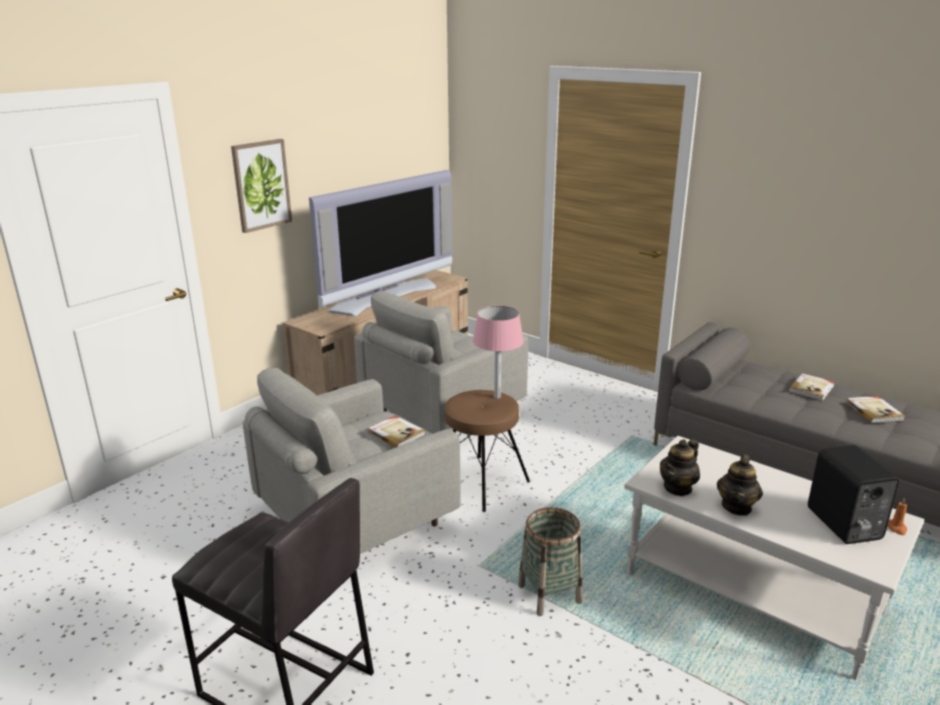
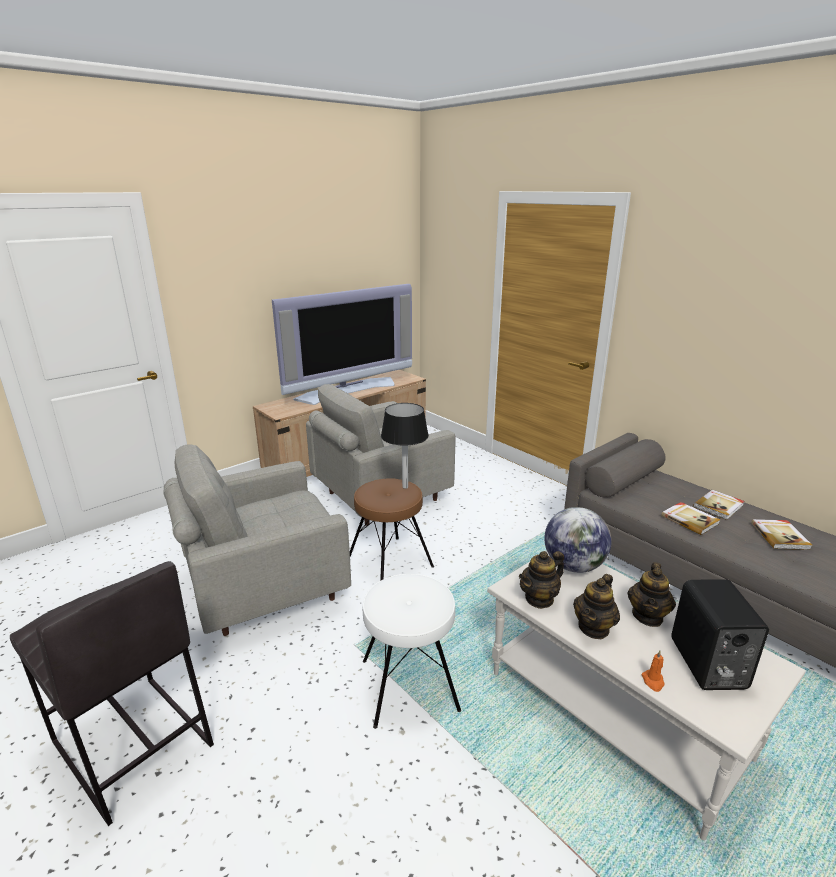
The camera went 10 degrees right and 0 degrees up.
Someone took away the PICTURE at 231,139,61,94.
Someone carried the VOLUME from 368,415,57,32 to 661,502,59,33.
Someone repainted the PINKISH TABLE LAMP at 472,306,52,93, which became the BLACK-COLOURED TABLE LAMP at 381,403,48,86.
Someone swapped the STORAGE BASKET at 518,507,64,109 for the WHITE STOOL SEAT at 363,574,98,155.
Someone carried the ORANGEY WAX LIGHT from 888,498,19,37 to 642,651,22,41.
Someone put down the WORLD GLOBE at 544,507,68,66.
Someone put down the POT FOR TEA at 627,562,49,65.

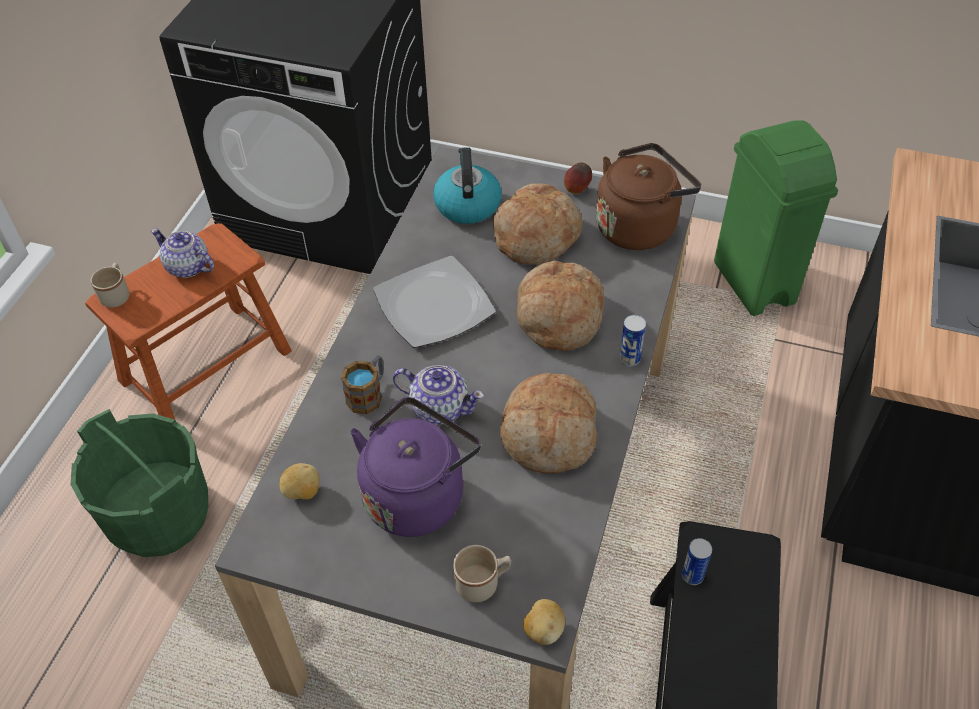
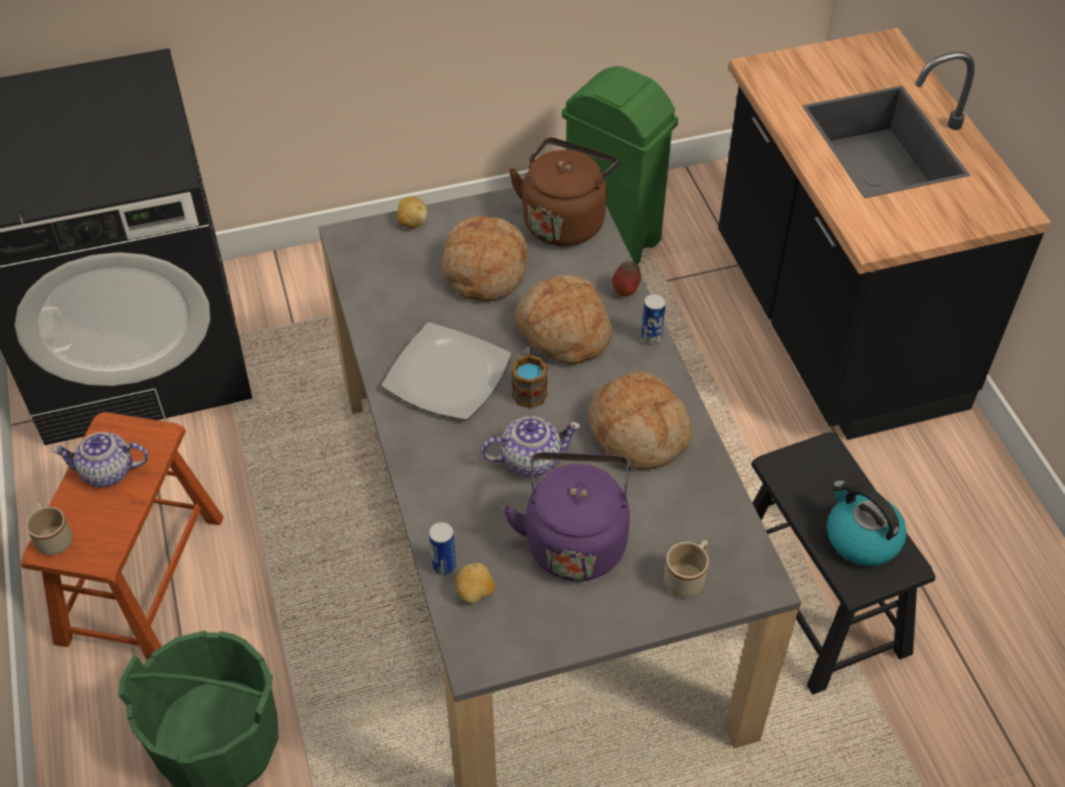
The camera went 35 degrees left and 0 degrees up.
Someone carried the TEA MUG from 341,355,43,59 to 511,347,37,62.
Someone carried the TEA KETTLE from 433,147,69,77 to 827,480,80,86.
Someone carried the WHOLE POTATO from 523,599,42,46 to 397,197,30,31.
Someone carried the APPLE from 564,162,28,32 to 612,262,29,35.
Someone carried the CAN from 682,538,30,47 to 429,522,27,54.

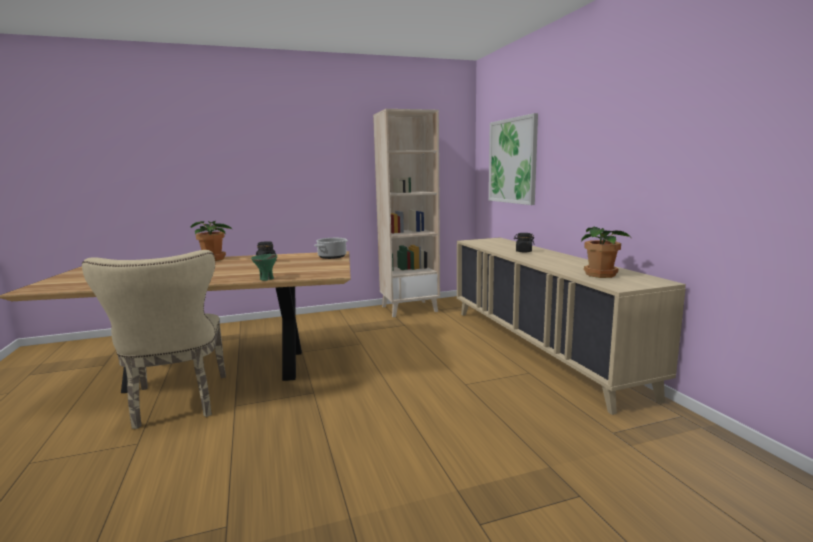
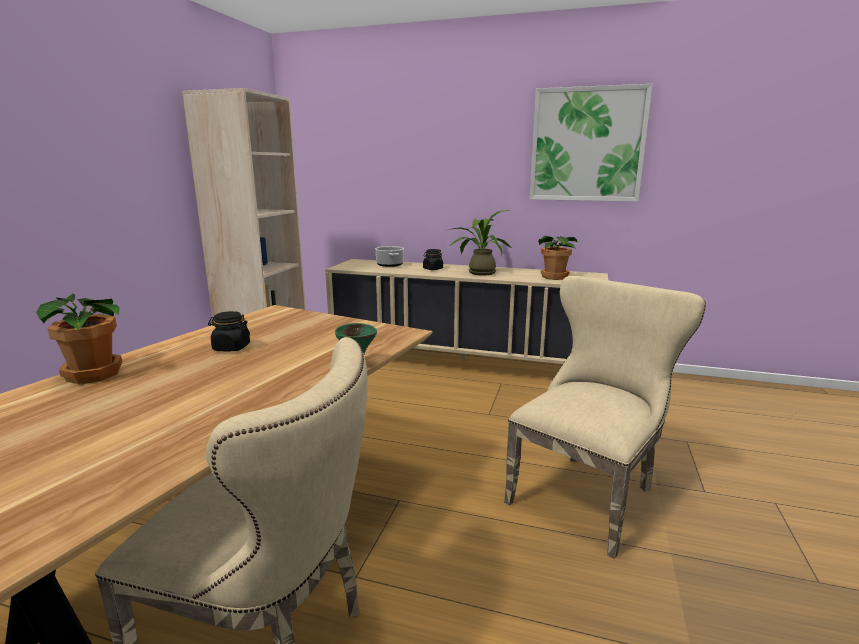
The camera went 55 degrees left and 5 degrees up.
Someone carried the COOKING POT from 314,238,34,21 to 375,246,29,21.
Someone carried the PICTURE from 489,113,49,92 to 530,84,123,118.
Someone put down the HOUSEPLANT at 448,210,63,66.
Someone put down the SAND-COLOURED PLAIN CHAIR at 504,276,202,283.

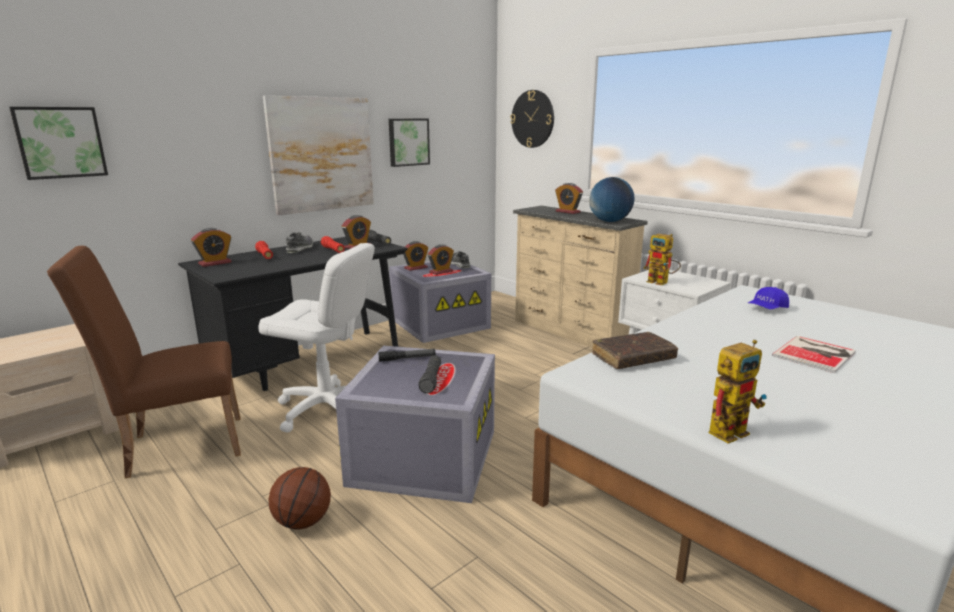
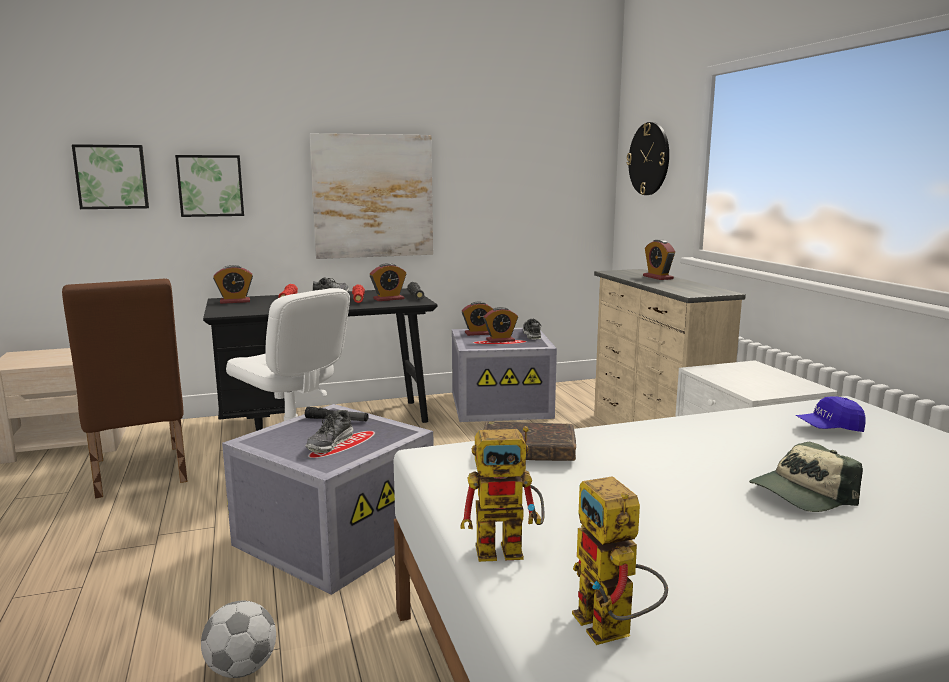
The camera went 25 degrees right and 5 degrees down.
Someone rotated the BROWN PLAIN CHAIR at 47,246,194,232 by 120 degrees counterclockwise.
Someone took away the BALL FOR BASKETBALL at 269,467,62,62.
Someone carried the PICTURE from 389,119,41,48 to 175,155,69,62.
Someone swapped the BLACK-COLOURED FLASHLIGHT at 418,355,23,38 for the SHOE at 305,410,48,43.
Someone took away the WORLD GLOBE at 589,177,45,45.
Someone carried the ROBOT FIGURE from 643,234,38,51 to 572,476,96,169.
Someone swapped the VOLUME at 772,336,84,37 for the CAP at 749,442,114,70.
Someone put down the FOOTBALL at 201,600,75,78.

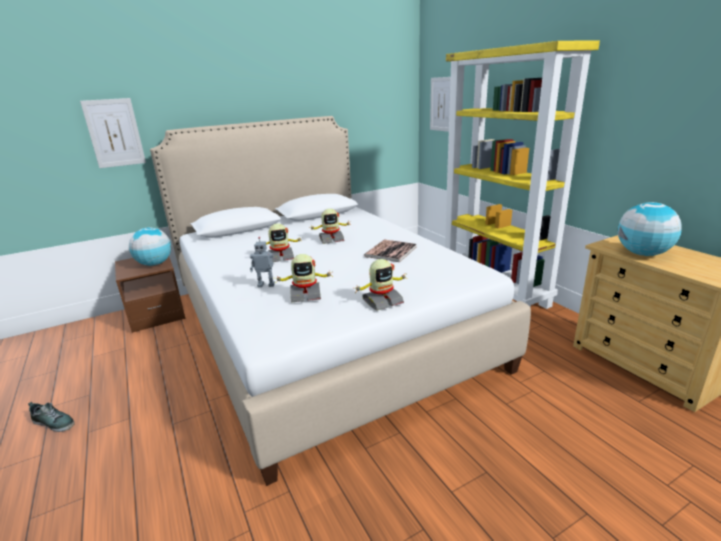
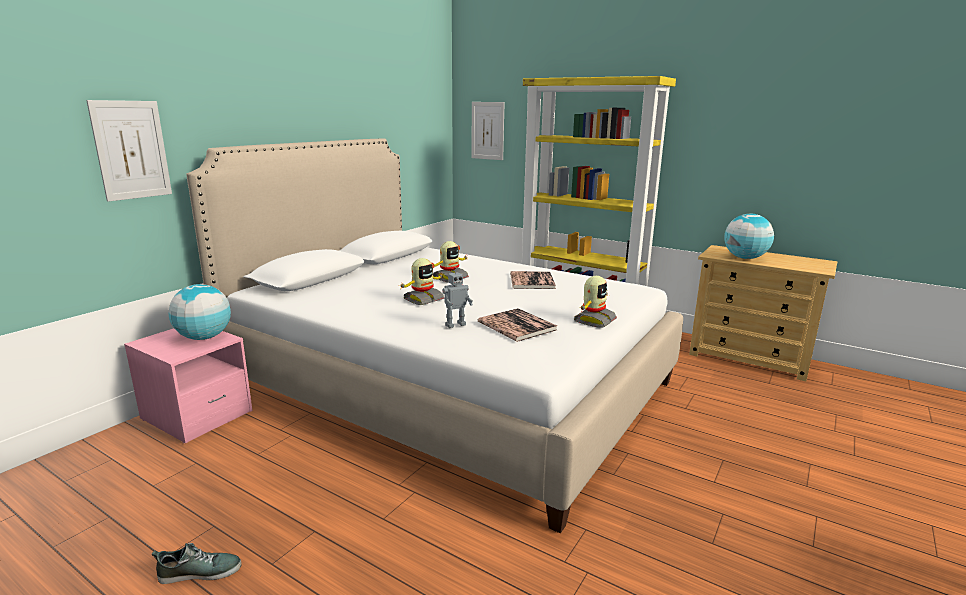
The camera went 30 degrees left and 5 degrees down.
Someone repainted the BROWN NIGHT TABLE at 115,257,71,76, which became the PINKISH NIGHT TABLE at 124,328,128,115.
Someone swapped the ROBOT FIGURE at 275,254,58,48 for the VOLUME at 478,308,79,34.

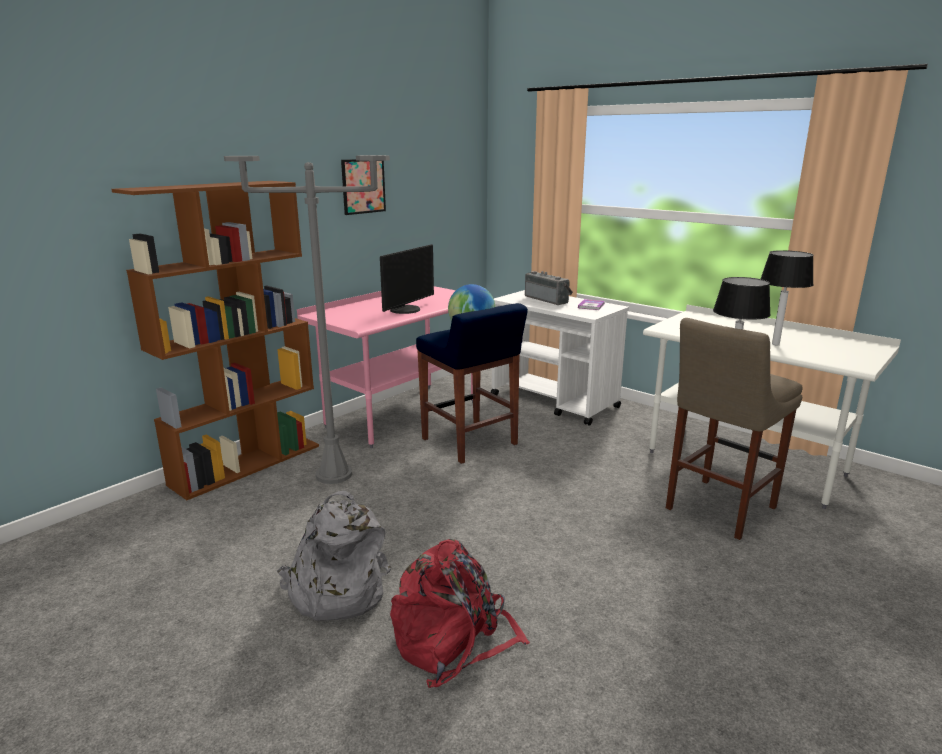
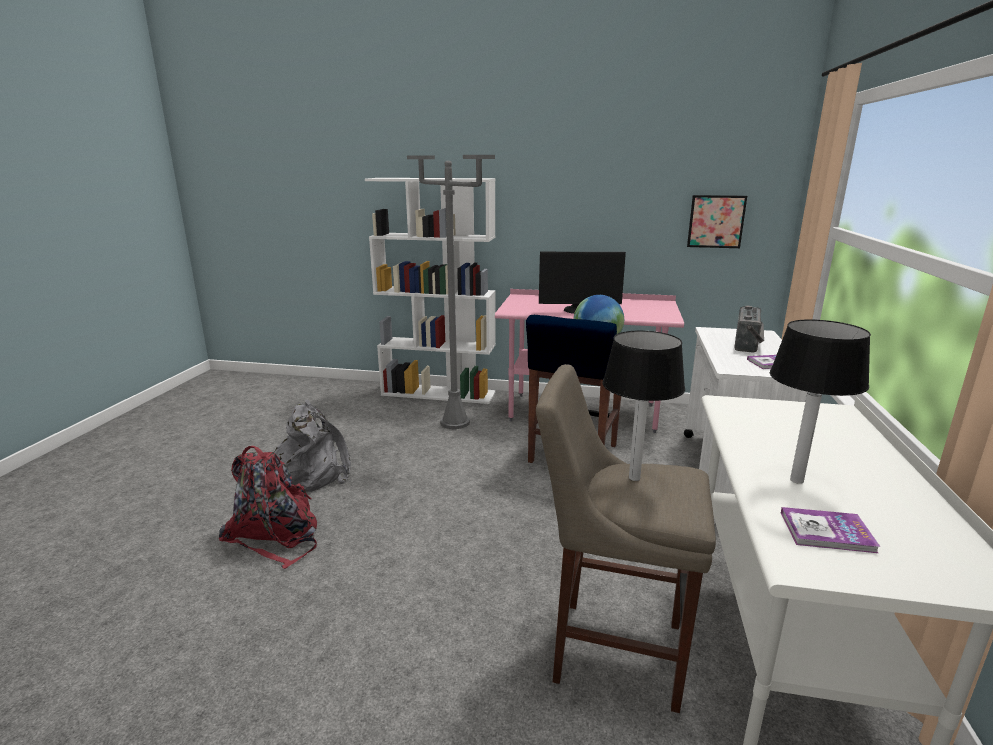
The camera went 60 degrees right and 0 degrees up.
Someone repainted the BROWN SHELVING UNIT at 112,181,207,319, which became the WHITE SHELVING UNIT at 365,178,131,226.
Someone carried the PICTURE from 341,159,45,56 to 687,195,60,53.
Someone put down the VOLUME at 781,507,99,46.

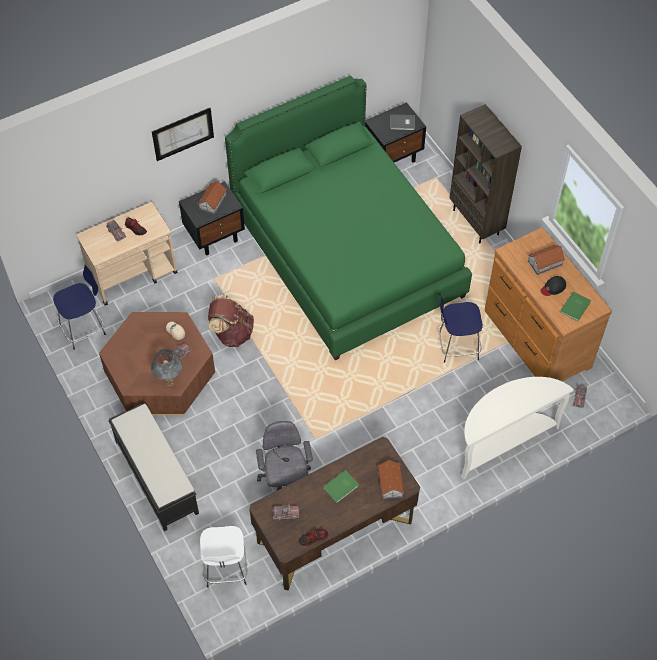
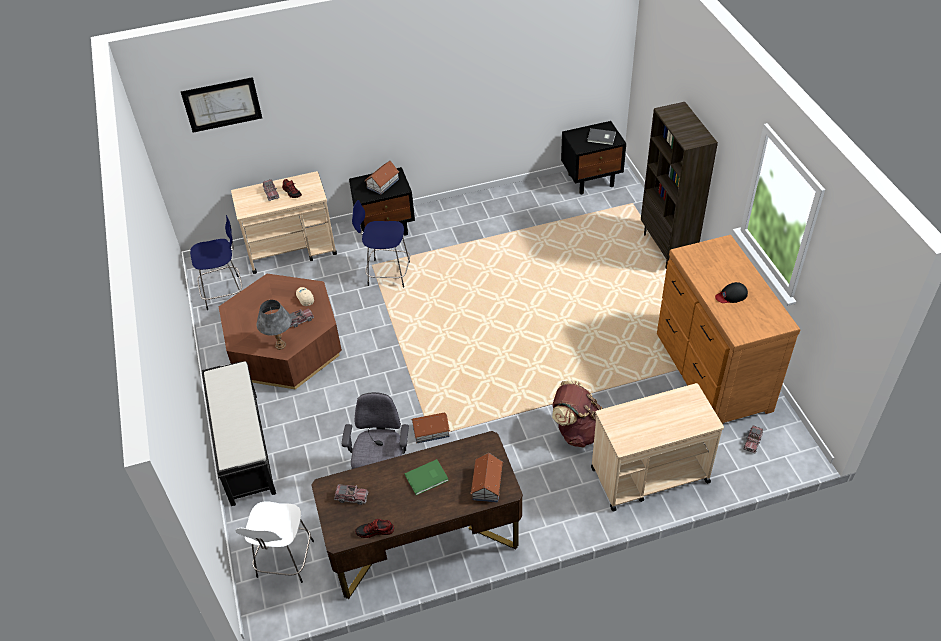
The camera went 15 degrees right and 10 degrees down.
Someone carried the PICTURE from 152,108,62,53 to 181,77,81,56.
Someone carried the BROWN BACKPACK from 208,295,46,52 to 552,380,51,67.
Someone took away the GREENISH BEDROOM BED at 225,76,247,284.
Someone carried the BLUE STOOL SEAT from 439,292,44,71 to 352,200,58,87.
Someone swapped the WHITE CONSOLE TABLE at 461,377,113,103 for the SAND-COLOURED WHEELED CART at 591,383,133,128.
Someone carried the MODEL HOUSE from 528,245,37,30 to 411,412,39,31.
Someone took away the GREENISH VOLUME at 560,292,31,29.

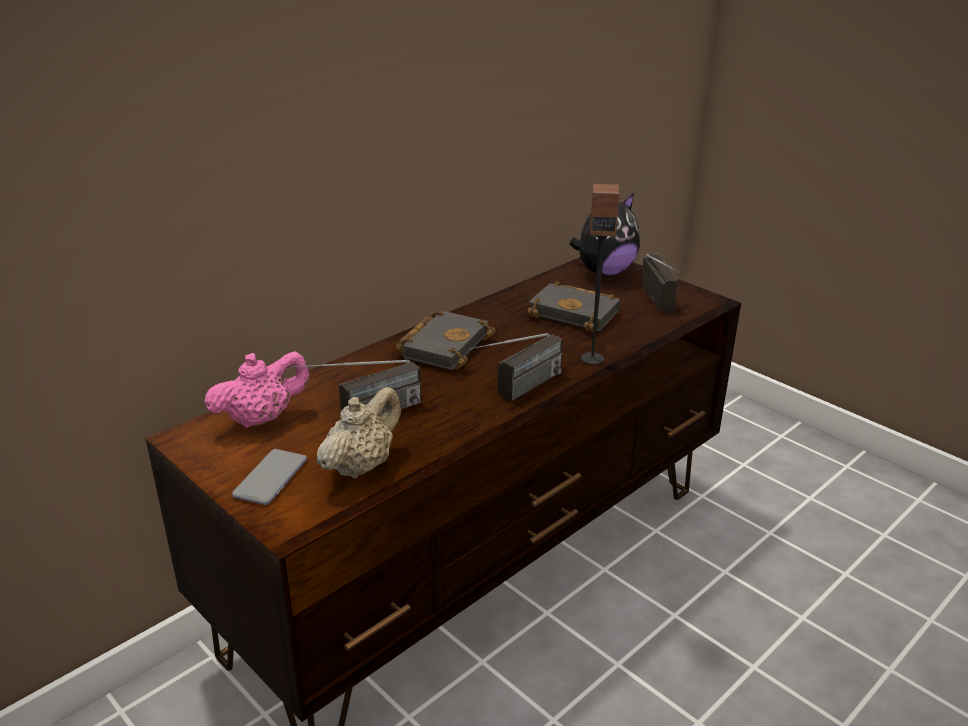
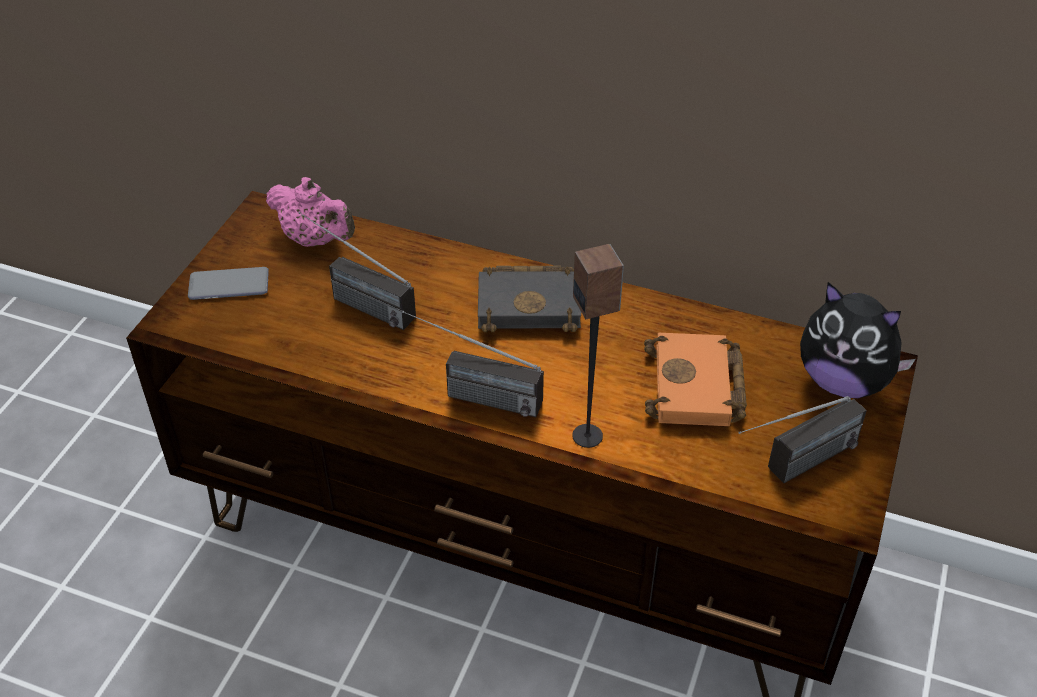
The camera went 65 degrees right and 15 degrees up.
Someone took away the SAND-COLOURED POT FOR TEA at 317,387,84,92.
Someone repainted the BLACK-COLOURED VOLUME at 528,281,92,51, which became the ORANGEY VOLUME at 644,333,103,93.

